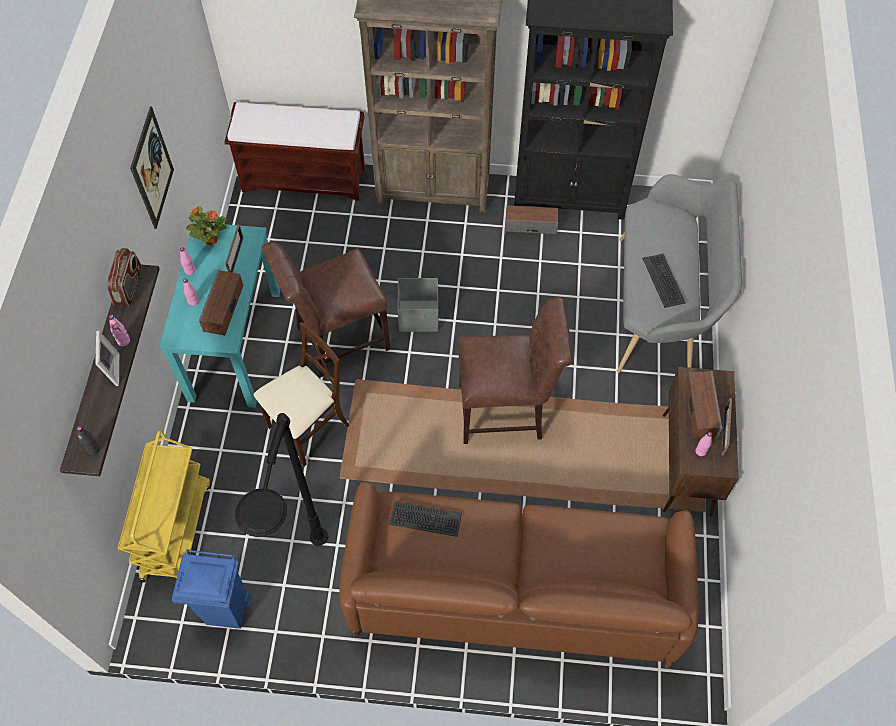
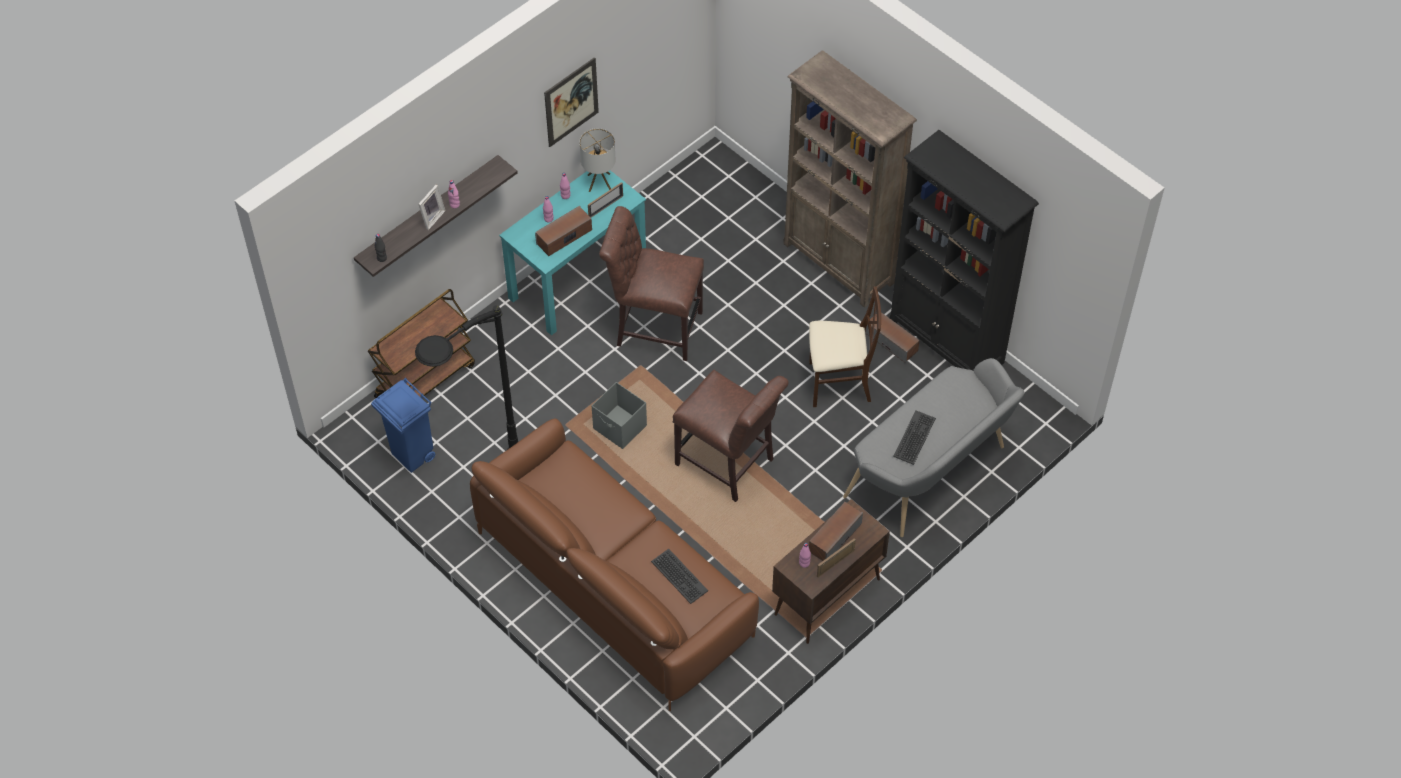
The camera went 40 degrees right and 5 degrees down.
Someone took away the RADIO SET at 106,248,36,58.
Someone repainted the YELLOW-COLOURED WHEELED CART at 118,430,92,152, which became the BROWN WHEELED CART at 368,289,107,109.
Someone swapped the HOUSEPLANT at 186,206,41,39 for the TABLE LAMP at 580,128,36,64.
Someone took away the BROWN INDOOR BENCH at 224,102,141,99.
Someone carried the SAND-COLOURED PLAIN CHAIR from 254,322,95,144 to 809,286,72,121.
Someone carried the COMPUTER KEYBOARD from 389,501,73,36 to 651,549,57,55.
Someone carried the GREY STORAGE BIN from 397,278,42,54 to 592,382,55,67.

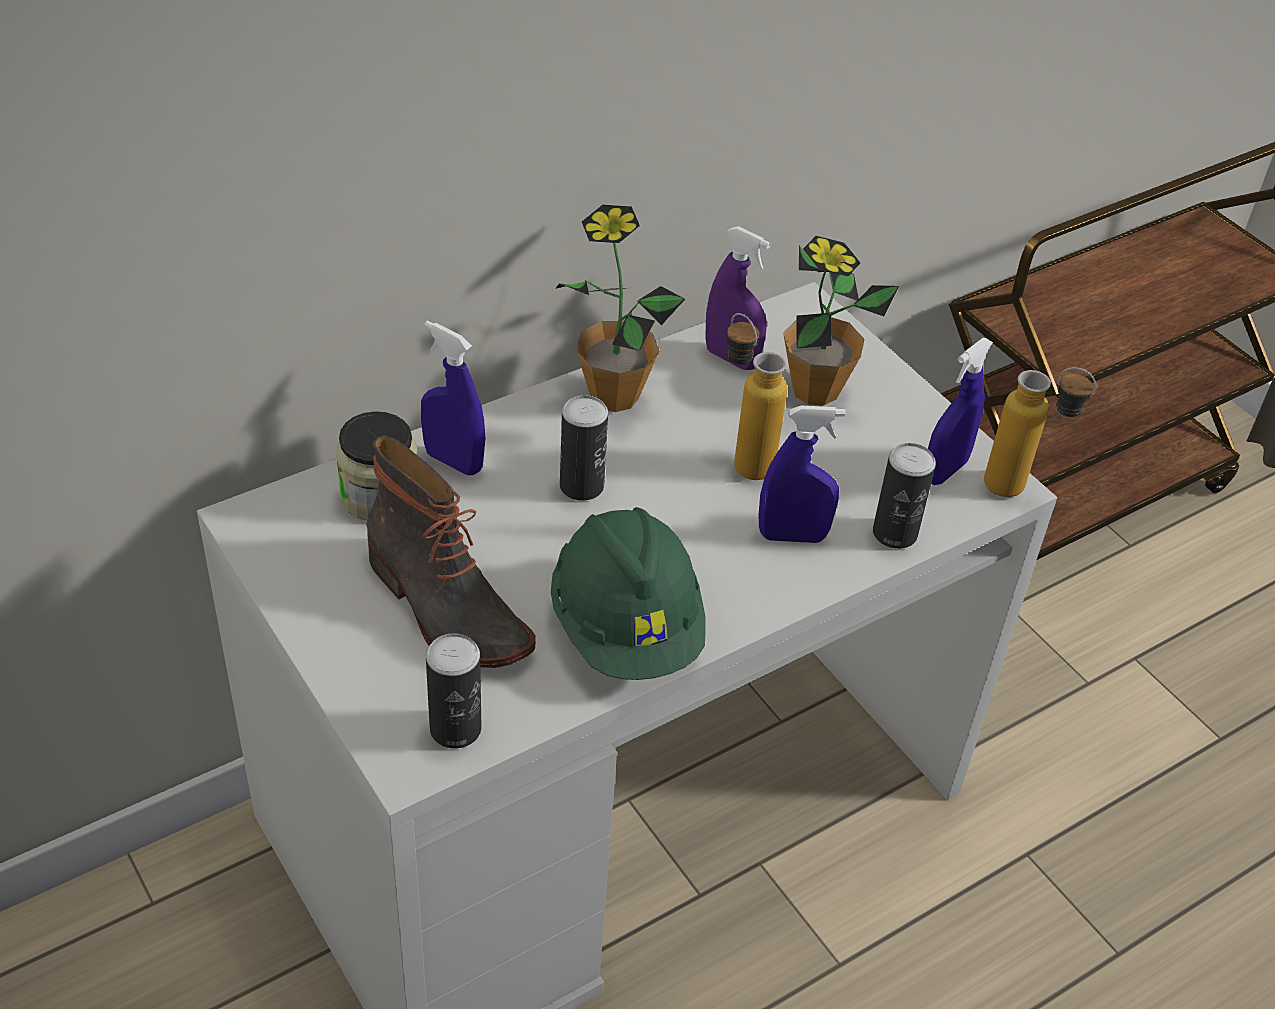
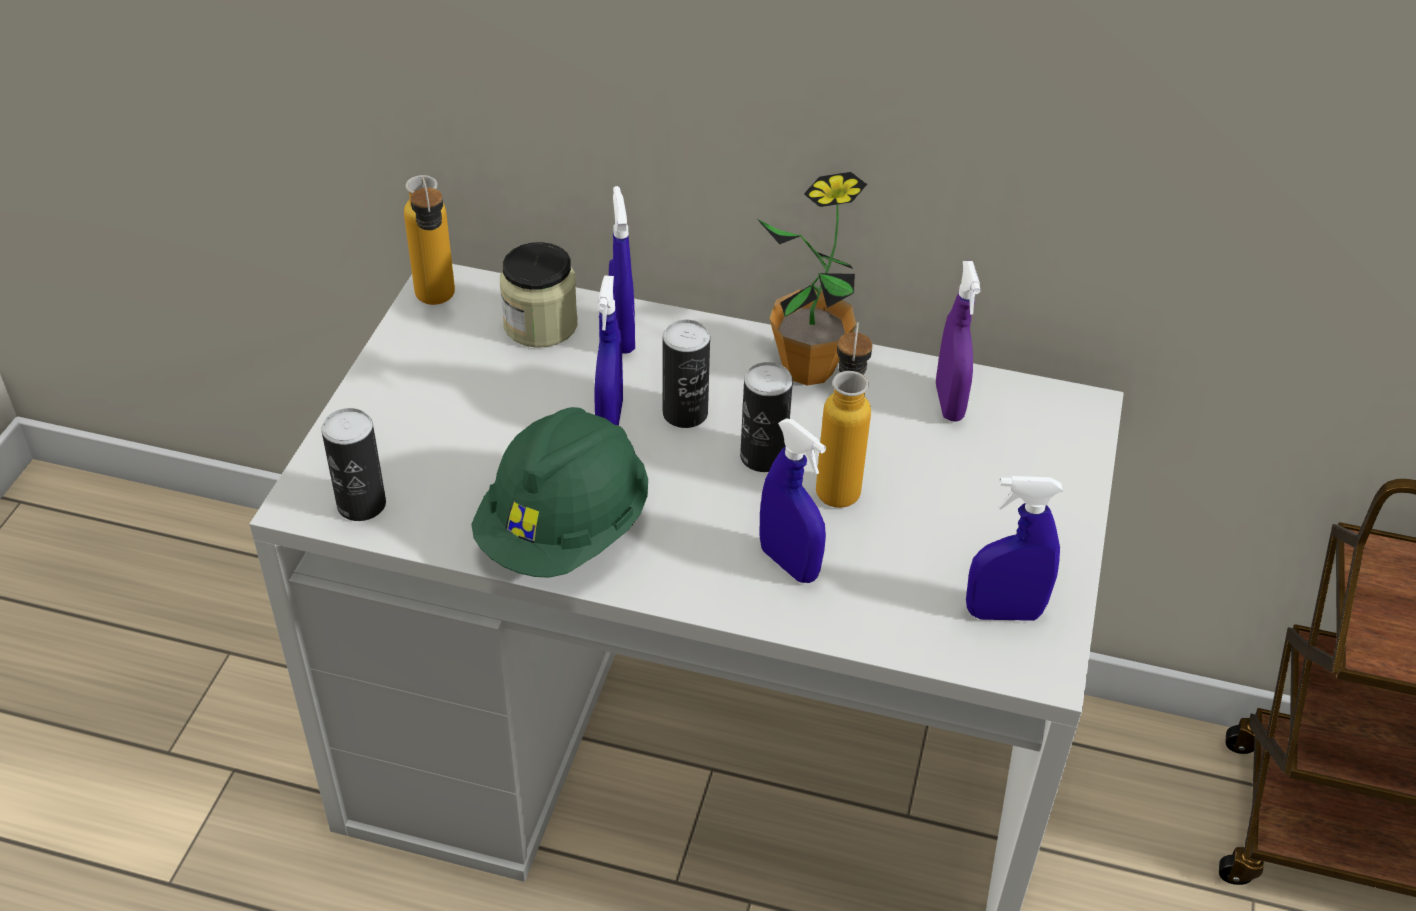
The camera went 50 degrees right and 0 degrees up.
Someone took away the BOOT at 366,436,170,232.
Someone took away the HOUSEPLANT at 783,236,116,170.
Someone carried the CAN from 873,443,63,106 to 740,362,53,110.
Someone carried the BEVERAGE BOTTLE from 984,367,112,130 to 404,175,51,130.
Someone put down the BLUE HAND SPRAYER at 594,275,29,151.

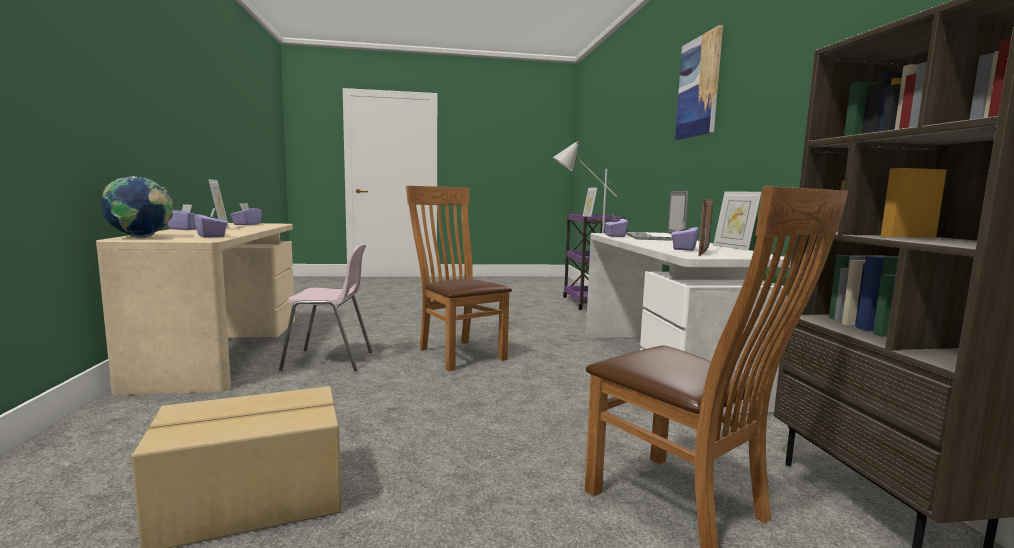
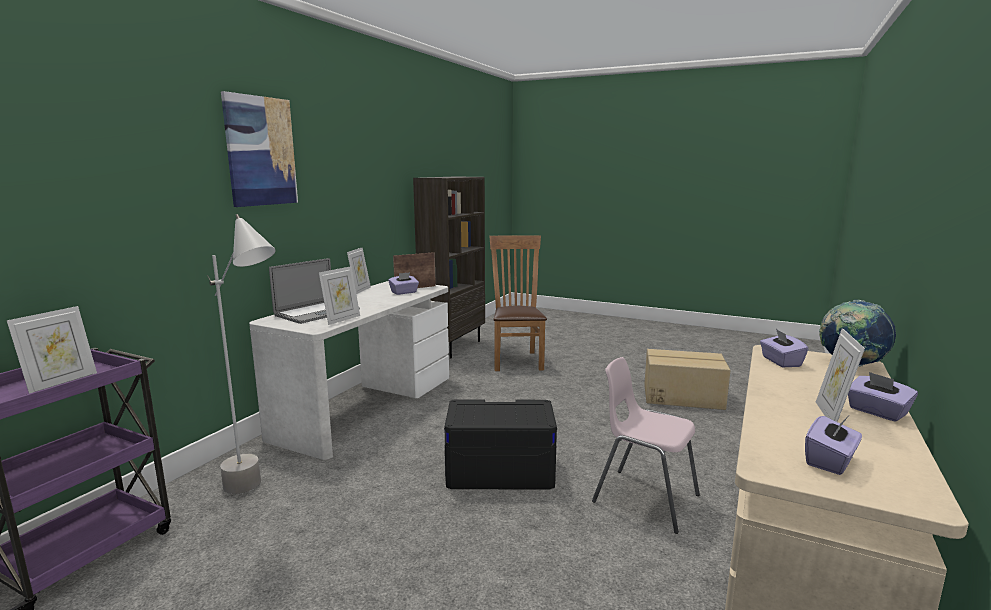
The camera went 145 degrees left and 5 degrees up.
Someone swapped the BROWN PLAIN CHAIR at 406,186,106,185 for the BLACK-COLOURED STORAGE BIN at 444,399,113,90.
Someone swapped the PURPLISH TISSUE HOLDER at 604,213,24,24 for the STANDING FRAME at 319,266,41,59.

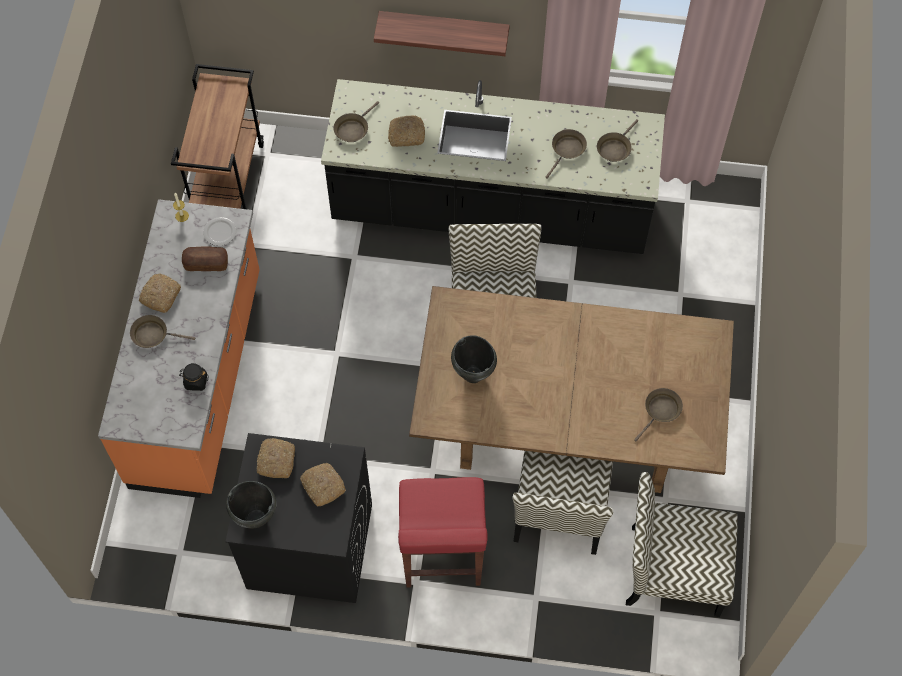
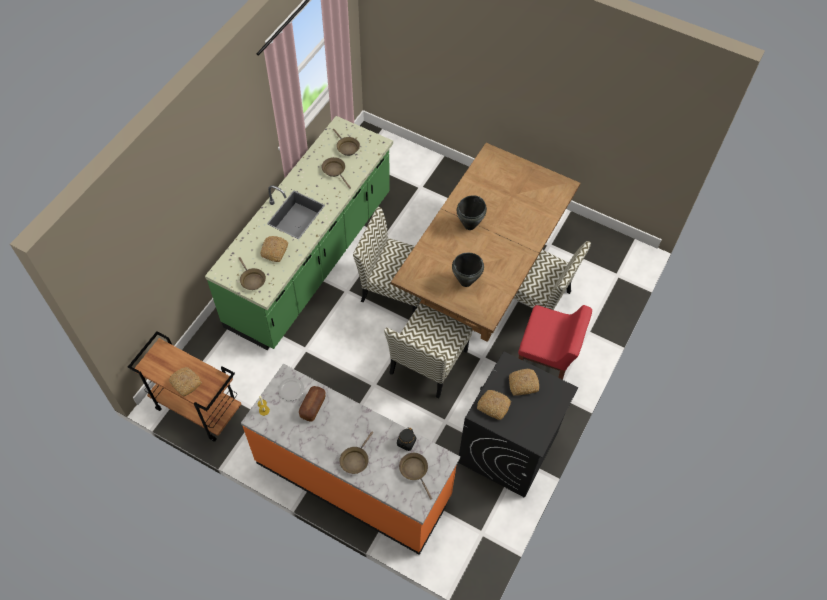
The camera went 70 degrees left and 5 degrees down.
Someone carried the BAKERY BREAD from 139,274,42,39 to 169,367,33,29.
Someone carried the BLACK-COLOURED COOKING POT from 226,481,51,48 to 457,195,30,35.
Someone repainted the BLACK-COLOURED COUNTER at 321,79,344,175, which became the GREENISH COUNTER at 205,116,188,234.
Someone took away the SHELF at 374,11,136,45.
Someone carried the PLAIN CHAIR from 626,472,112,145 to 384,303,88,96.
Someone carried the BROWN PAN from 634,388,49,53 to 399,453,33,47.

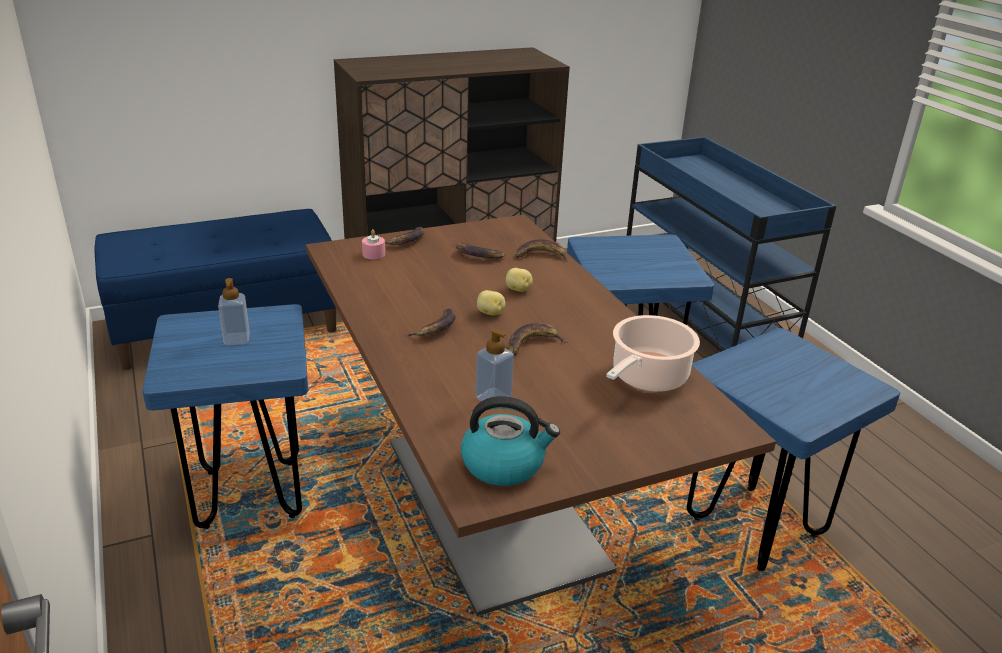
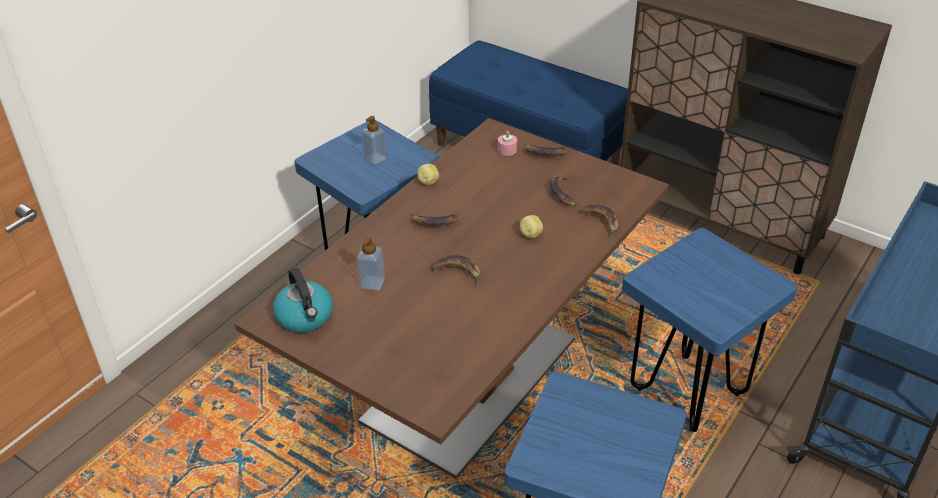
The camera went 60 degrees right and 10 degrees up.
Someone carried the WHOLE POTATO from 477,290,28,25 to 417,164,22,21.
Someone took away the COOKING POT at 606,315,94,77.

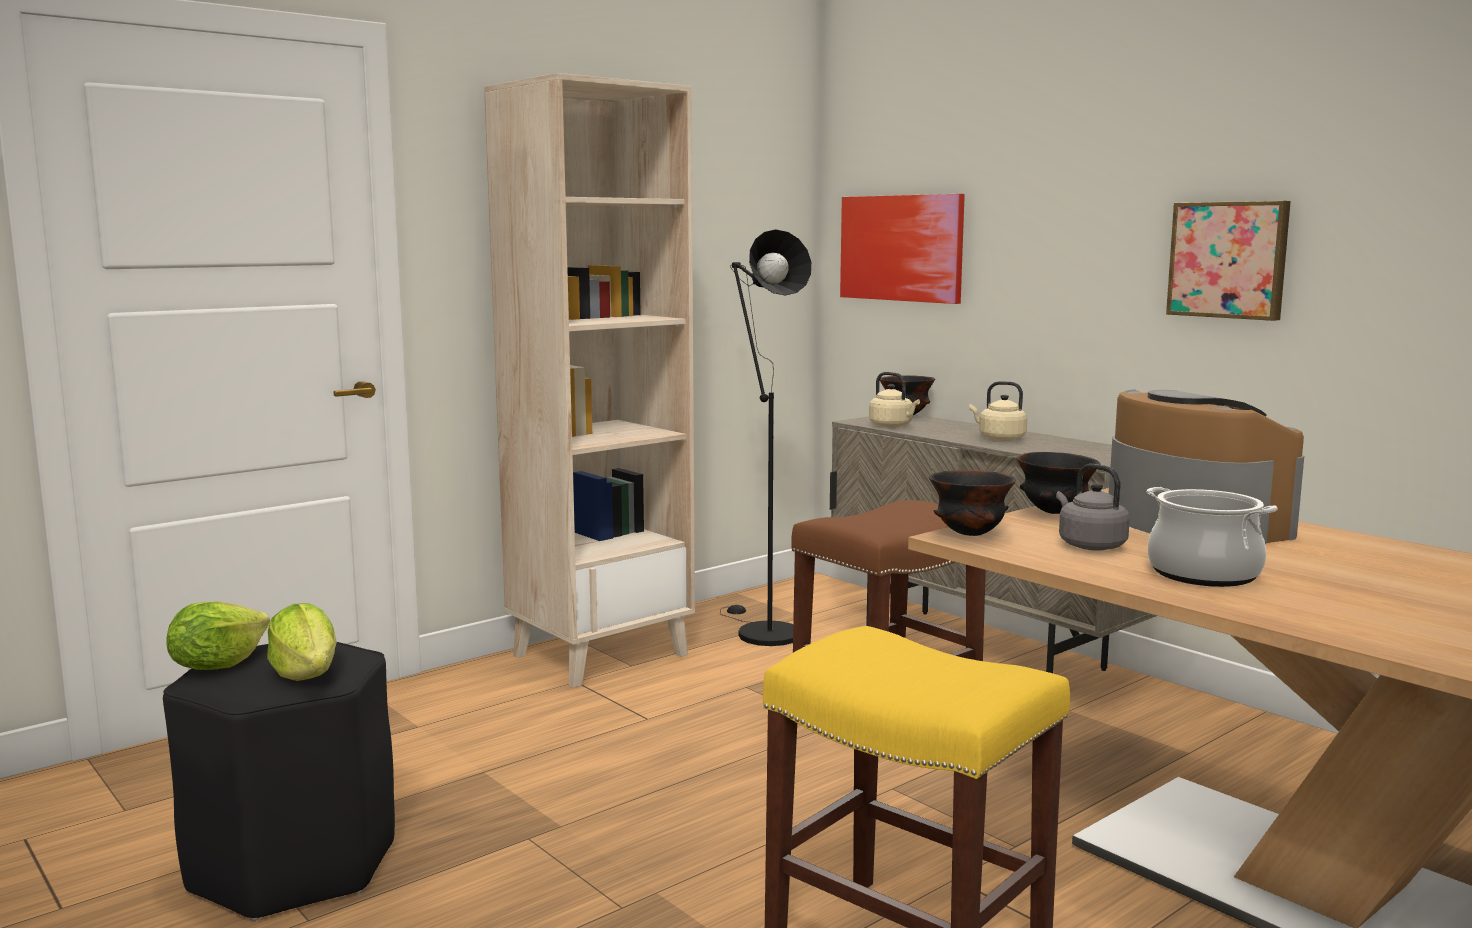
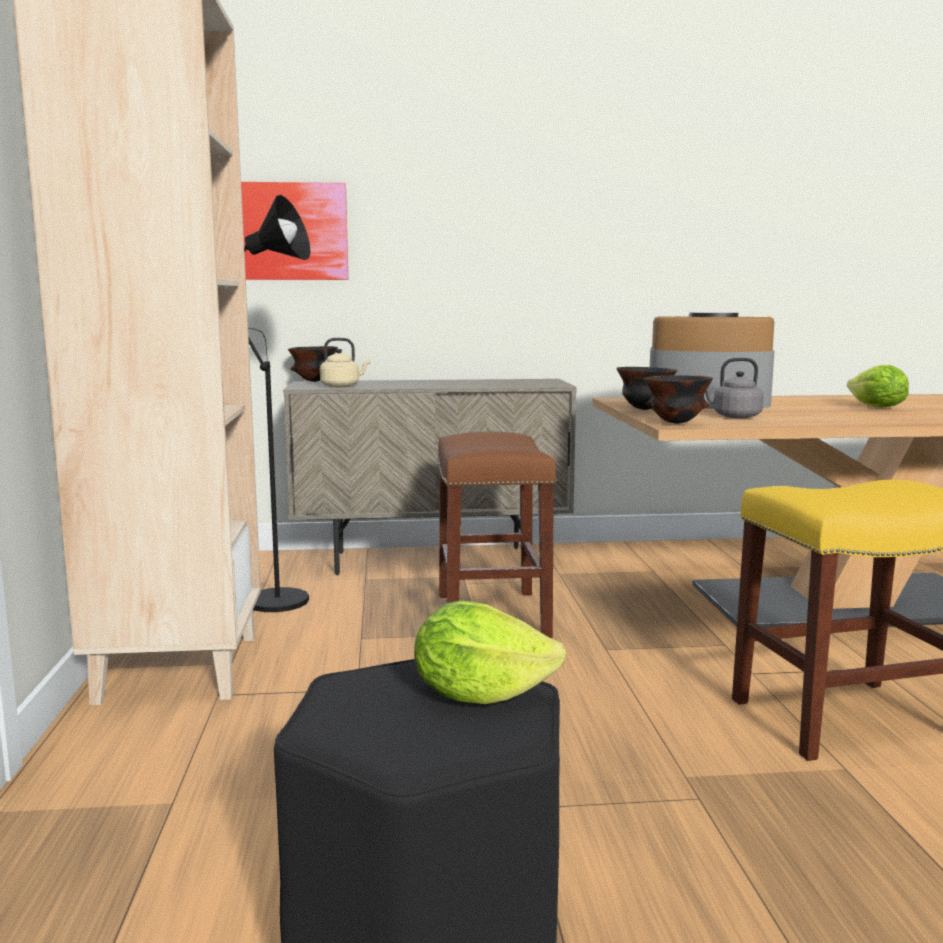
The camera went 55 degrees left and 0 degrees up.
Someone carried the HEAD OF LETTUCE from 166,602,104,68 to 847,365,62,43.
Someone took away the SAND-COLOURED TEA KETTLE at 969,381,58,60.
Someone took away the COOKING POT at 1147,487,131,100.
Someone took away the PICTURE at 1166,201,125,120.

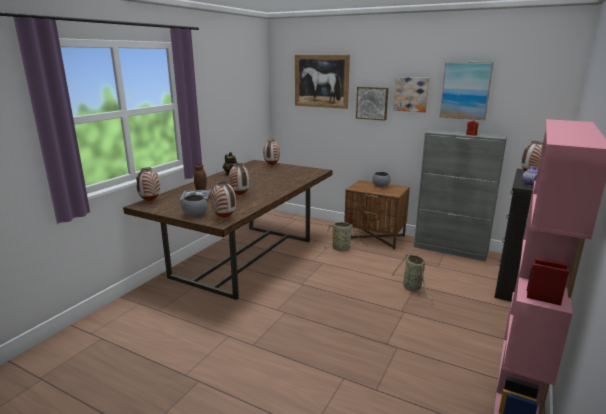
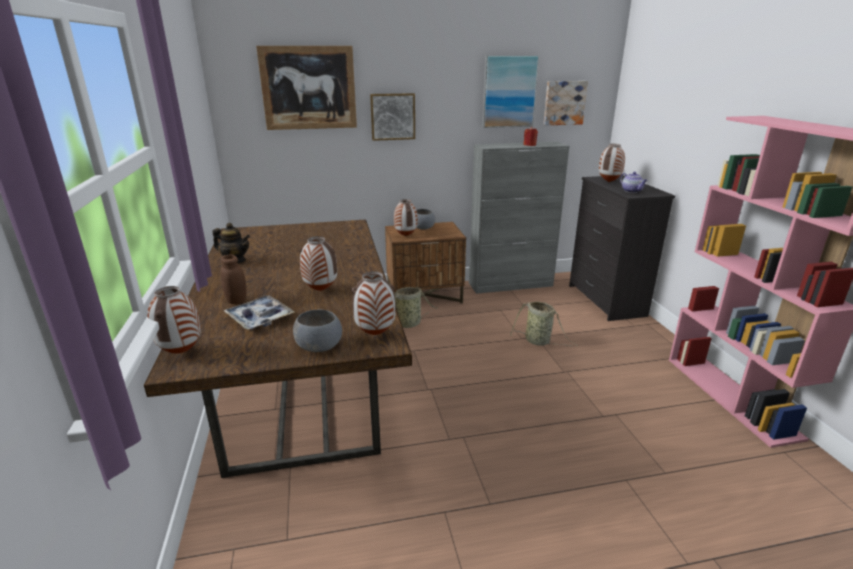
The camera went 40 degrees left and 5 degrees up.
Someone carried the DECORATIVE VASE from 263,140,17,25 to 394,199,24,37.
Someone carried the PICTURE from 393,77,36,35 to 543,81,45,44.

